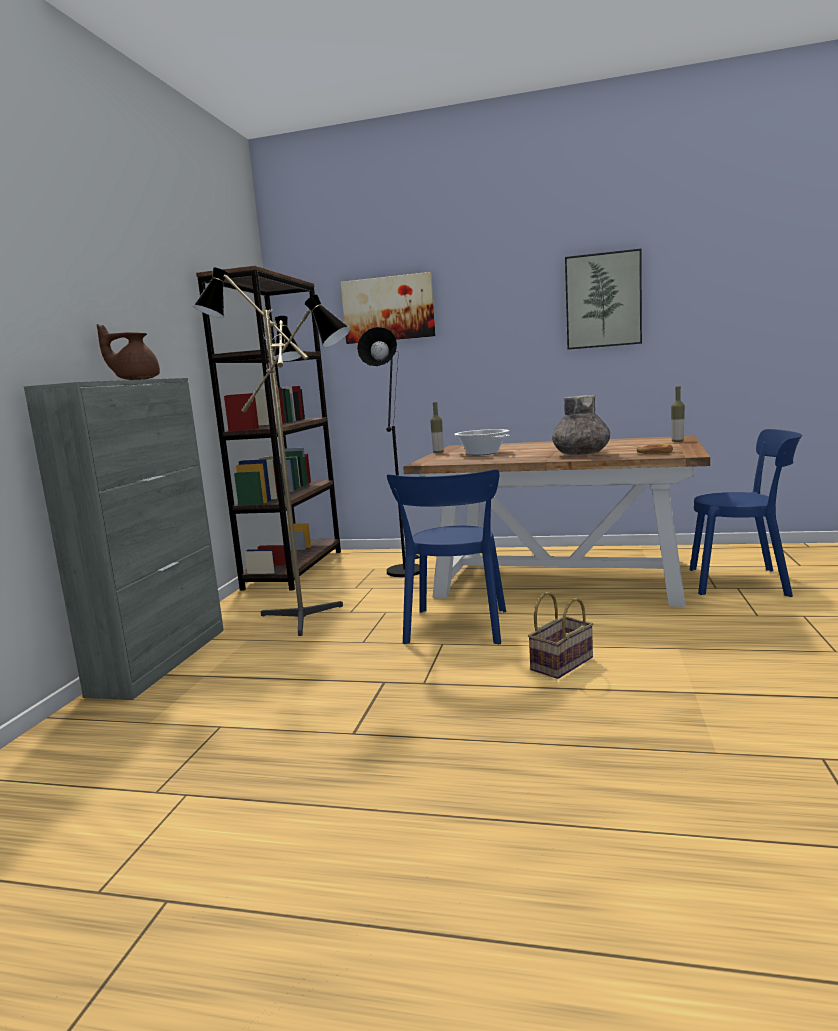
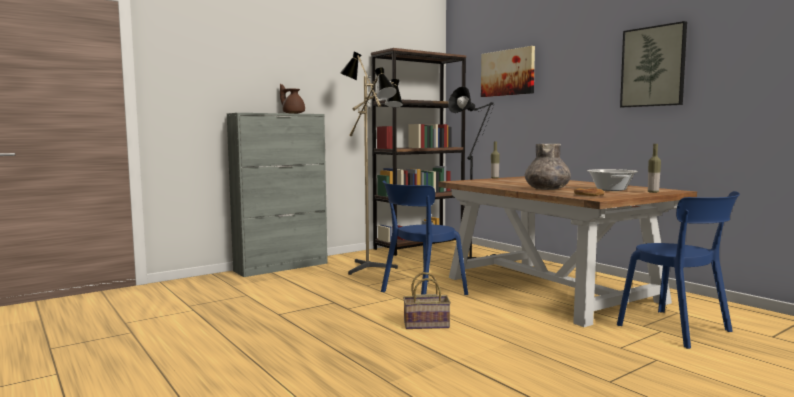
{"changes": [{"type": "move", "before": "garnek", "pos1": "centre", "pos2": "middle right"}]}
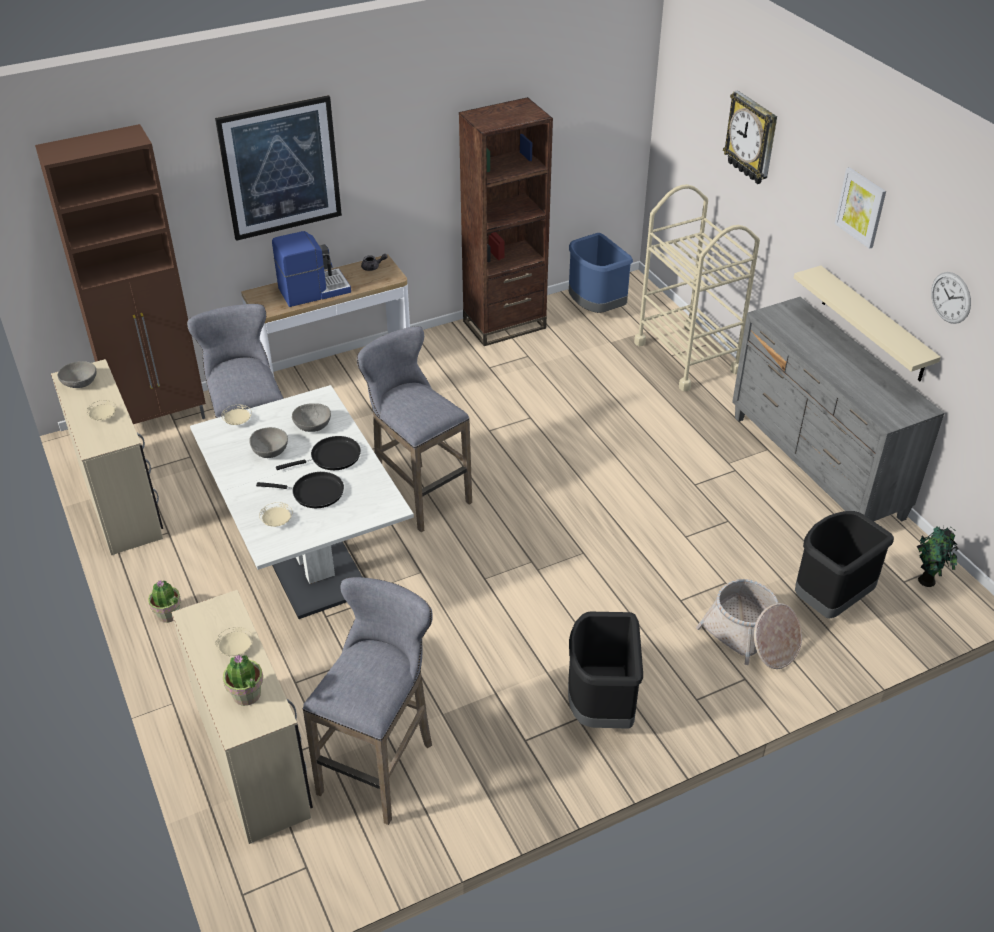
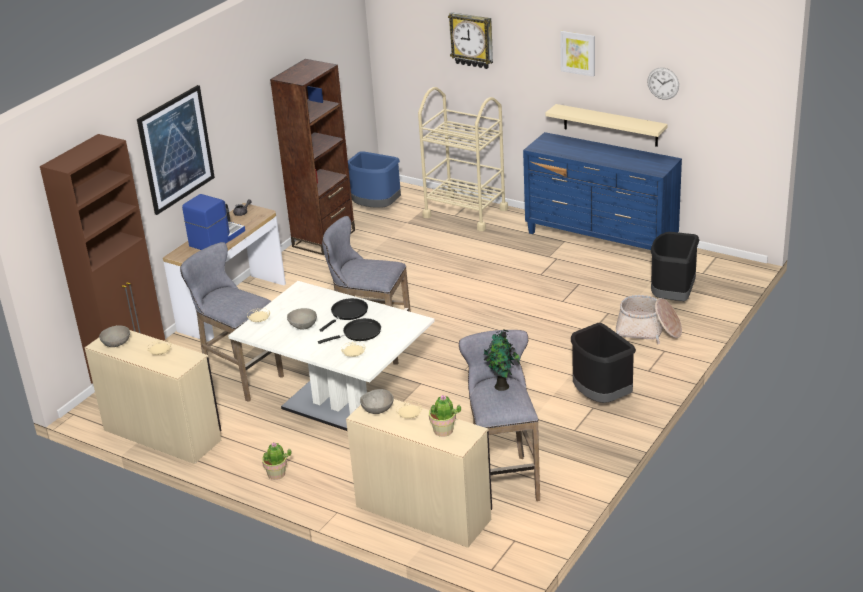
{"changes": [{"type": "move", "before": "miska (szary) (3rd from left)", "pos1": "middle left", "pos2": "bottom centre"}, {"type": "recolor", "before": "komoda (szary)", "after": "komoda (niebieski)", "pos1": "middle right", "pos2": "top right"}, {"type": "move", "before": "roślina doniczkowa (3rd from left)", "pos1": "middle right", "pos2": "centre"}]}
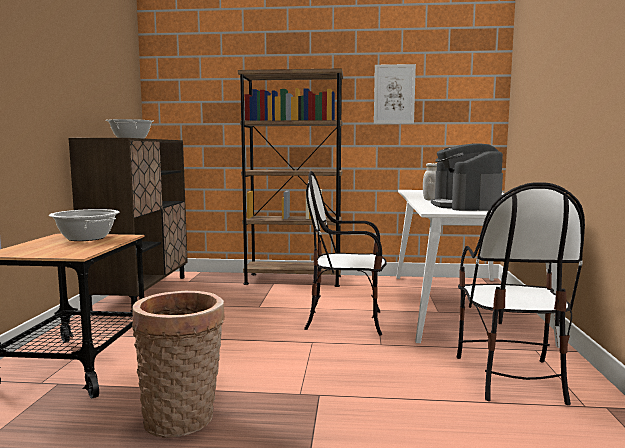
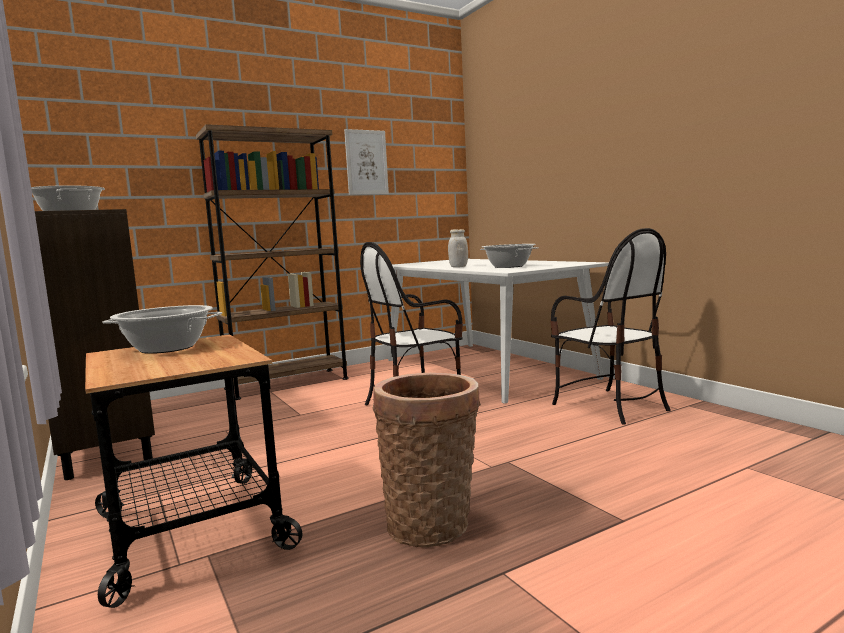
{"changes": [{"type": "replace", "before": "ekspres do kawy", "after": "garnek (3rd from left)", "pos1": "middle right", "pos2": "centre"}]}
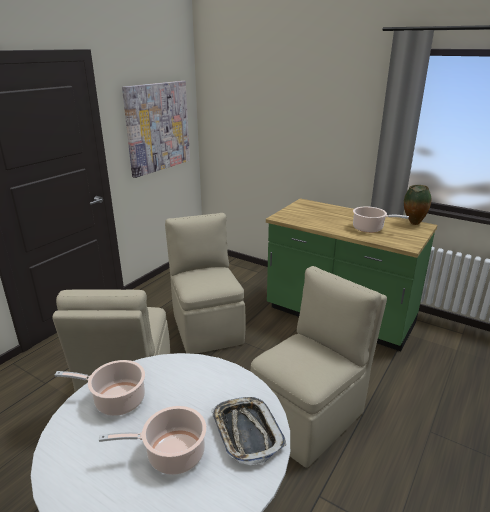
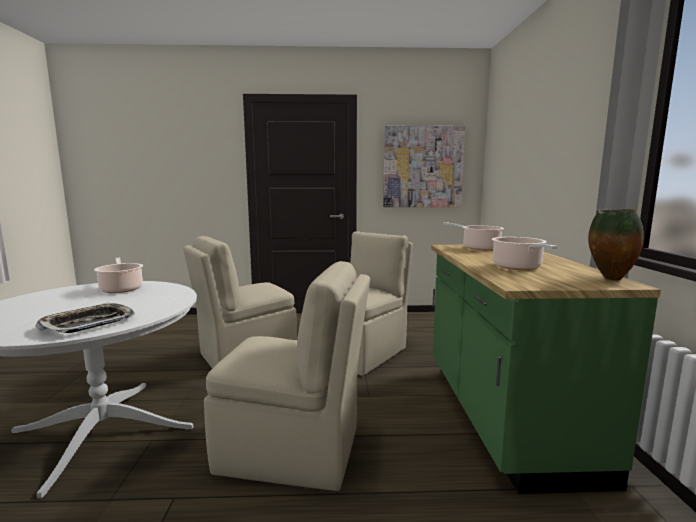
{"changes": [{"type": "move", "before": "garnek (2nd from left)", "pos1": "bottom left", "pos2": "middle right"}]}
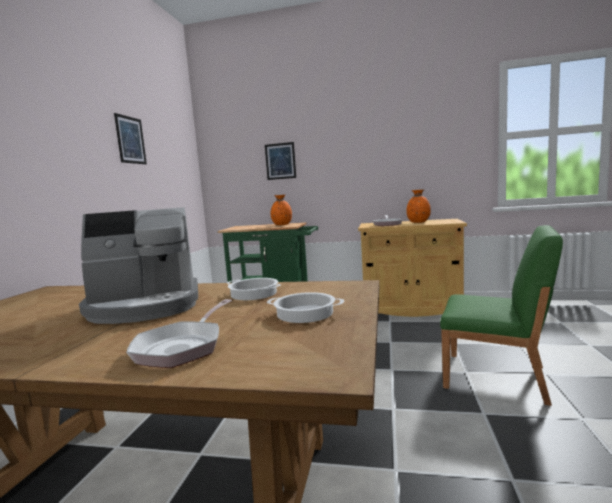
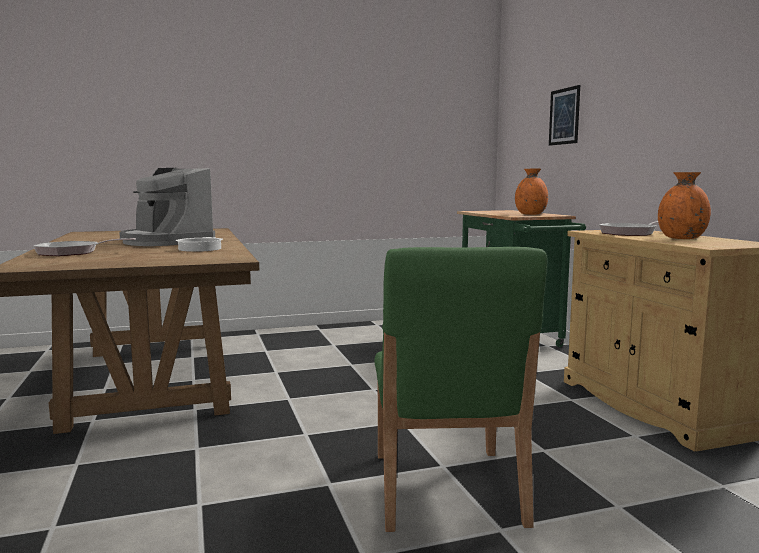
{"changes": [{"type": "delete", "before": "obraz (1st from left)", "pos1": "top left"}, {"type": "delete", "before": "garnek (2nd from left)", "pos1": "centre"}]}
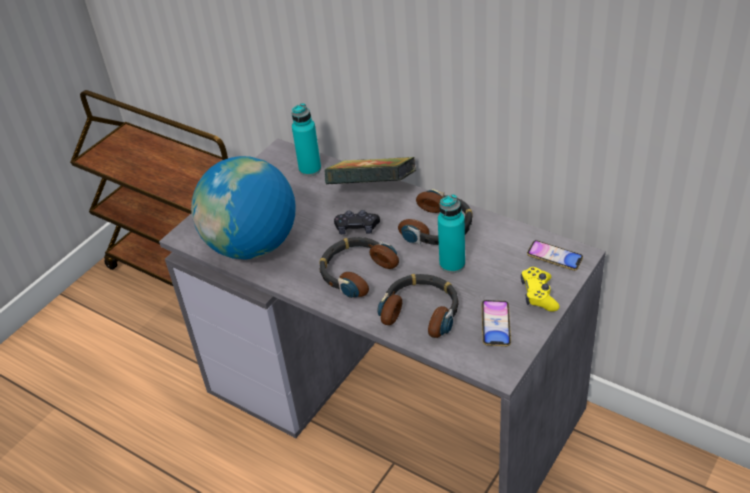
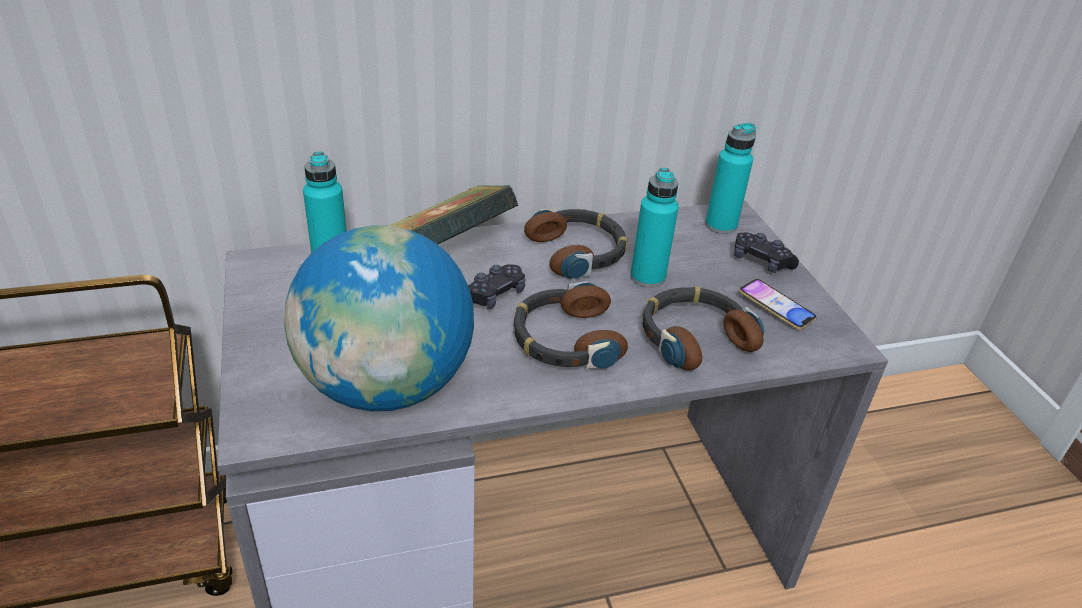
{"changes": [{"type": "recolor", "before": "pad do gier (żółty)", "after": "pad do gier (czarny) (2nd from left)", "pos1": "middle right", "pos2": "middle right"}, {"type": "replace", "before": "telefon (2nd from left)", "after": "butelka (turkusowy) (3rd from left)", "pos1": "middle right", "pos2": "top right"}]}
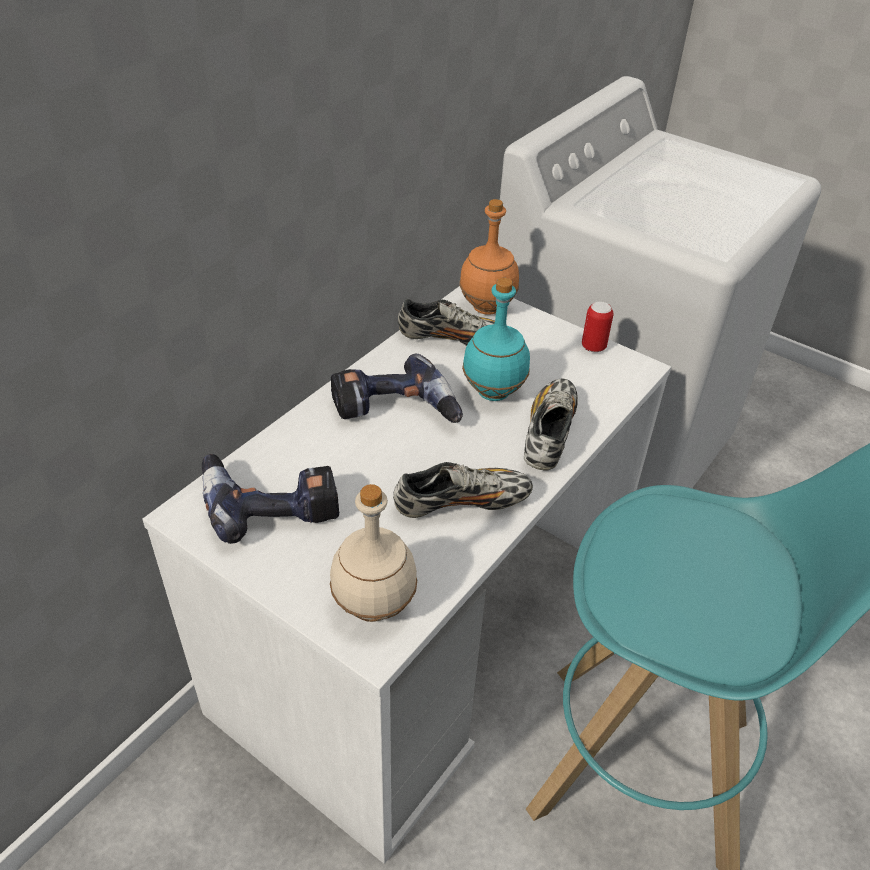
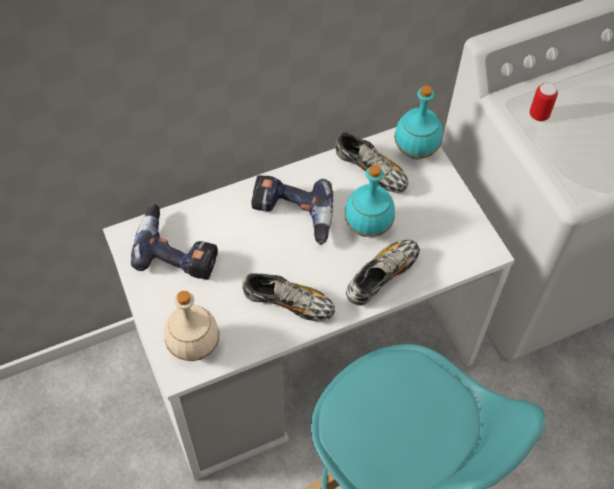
{"changes": [{"type": "recolor", "before": "butelka (pomarańczowy)", "after": "butelka (turkusowy) (2nd from left)", "pos1": "top centre", "pos2": "top right"}, {"type": "move", "before": "puszka", "pos1": "middle right", "pos2": "top right"}]}
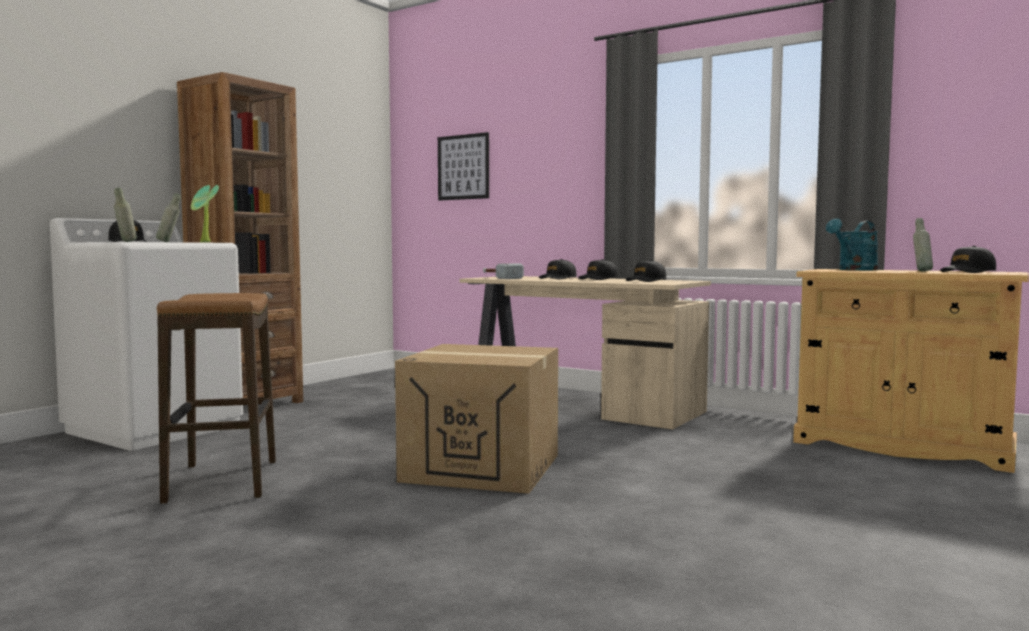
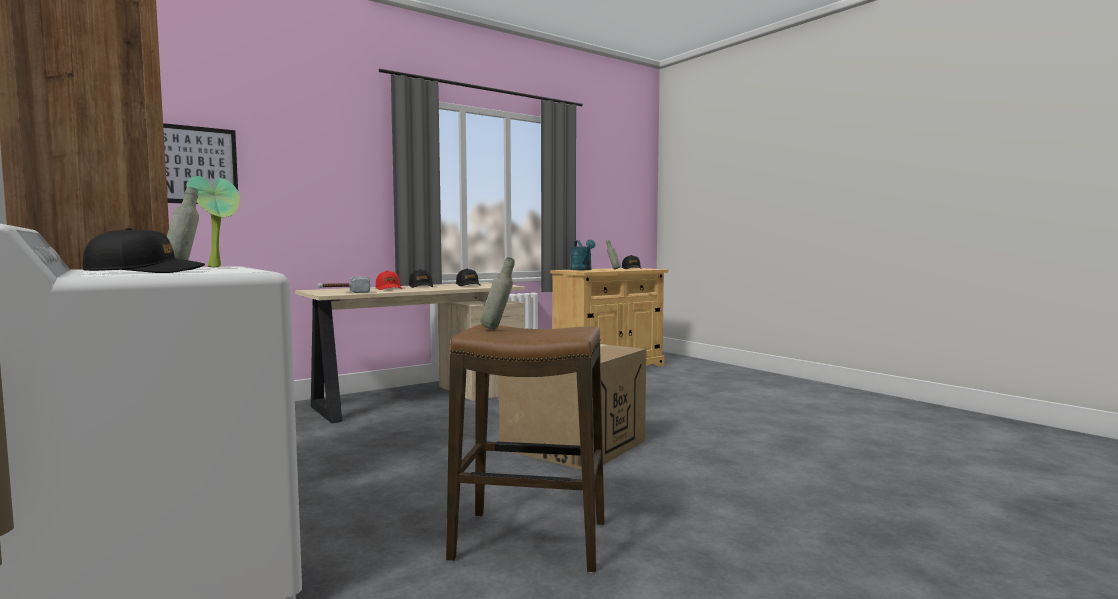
{"changes": [{"type": "move", "before": "butelka (szary) (1st from left in the first image)", "after": "butelka (szary) (2nd from left)", "pos1": "middle left", "pos2": "centre"}, {"type": "recolor", "before": "czapka z daszkiem (czarny) (2nd from left)", "after": "czapka z daszkiem (czerwony)", "pos1": "centre", "pos2": "centre"}]}
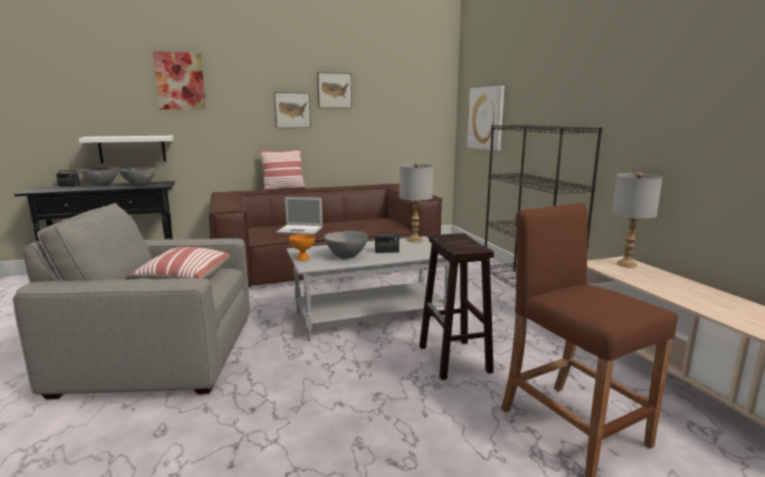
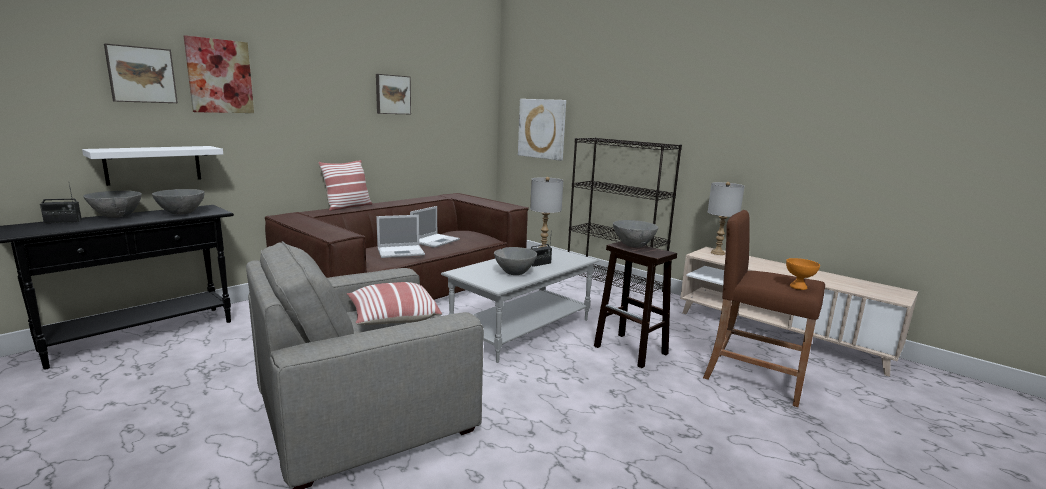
{"changes": [{"type": "move", "before": "obraz (2nd from left in the first image)", "after": "obraz (1st from left)", "pos1": "top centre", "pos2": "top left"}, {"type": "move", "before": "miska (pomarańczowy)", "pos1": "centre", "pos2": "middle right"}, {"type": "insert", "after": "laptop (2nd from left)", "pos2": "centre"}, {"type": "insert", "after": "miska (szary) (4th from left)", "pos2": "centre"}]}
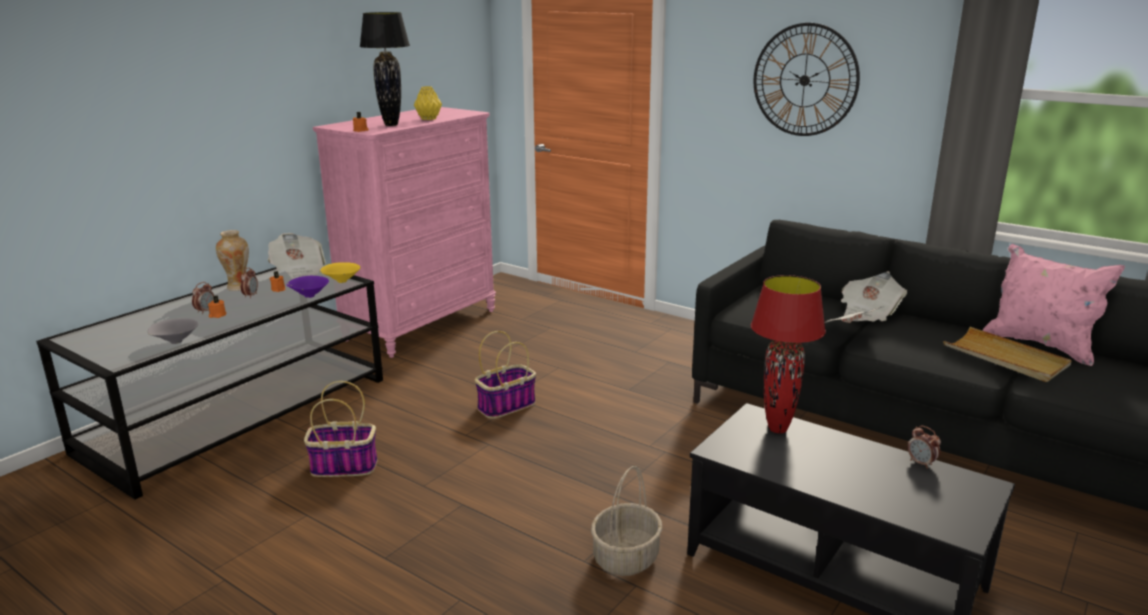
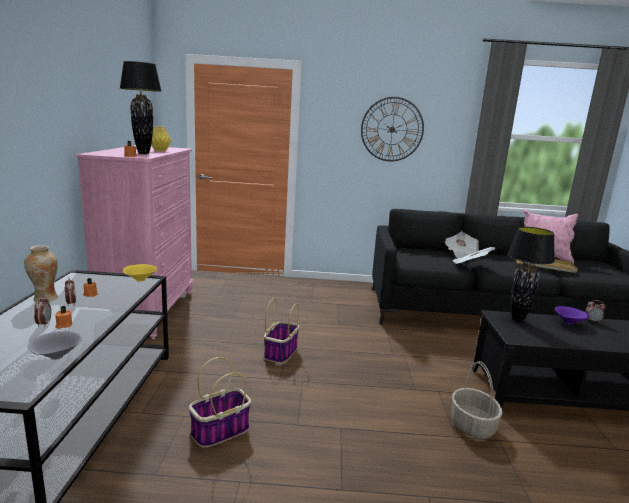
{"changes": [{"type": "delete", "before": "gazeta (1st from left)", "pos1": "middle left"}, {"type": "move", "before": "miska (fioletowy)", "pos1": "middle left", "pos2": "middle right"}, {"type": "recolor", "before": "lampa stołowa (czerwony)", "after": "lampa stołowa (czarny) (2nd from left)", "pos1": "middle right", "pos2": "middle right"}]}
